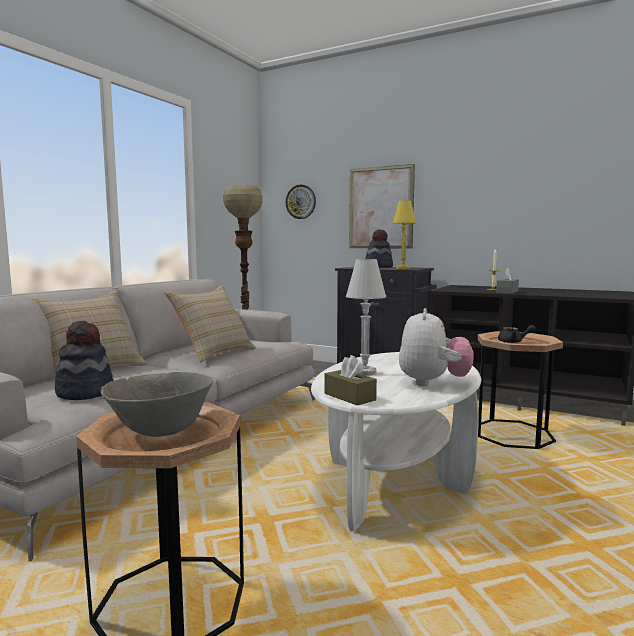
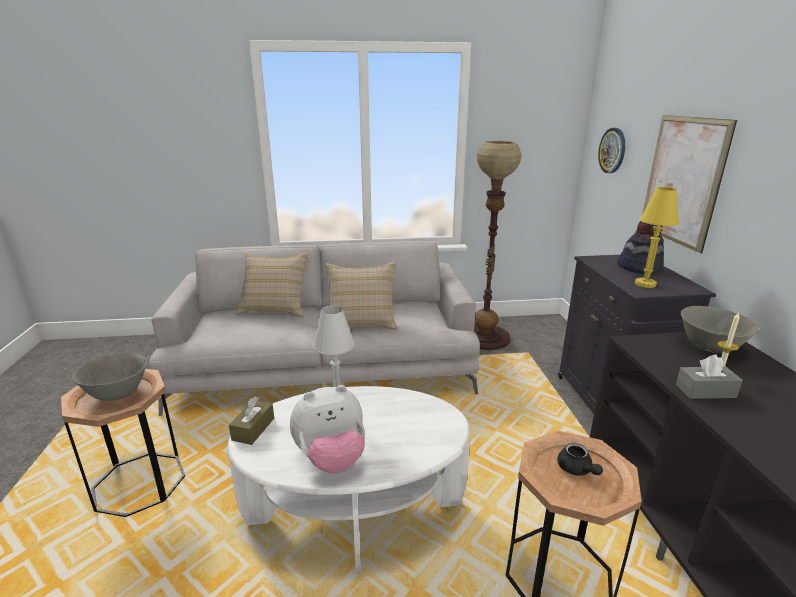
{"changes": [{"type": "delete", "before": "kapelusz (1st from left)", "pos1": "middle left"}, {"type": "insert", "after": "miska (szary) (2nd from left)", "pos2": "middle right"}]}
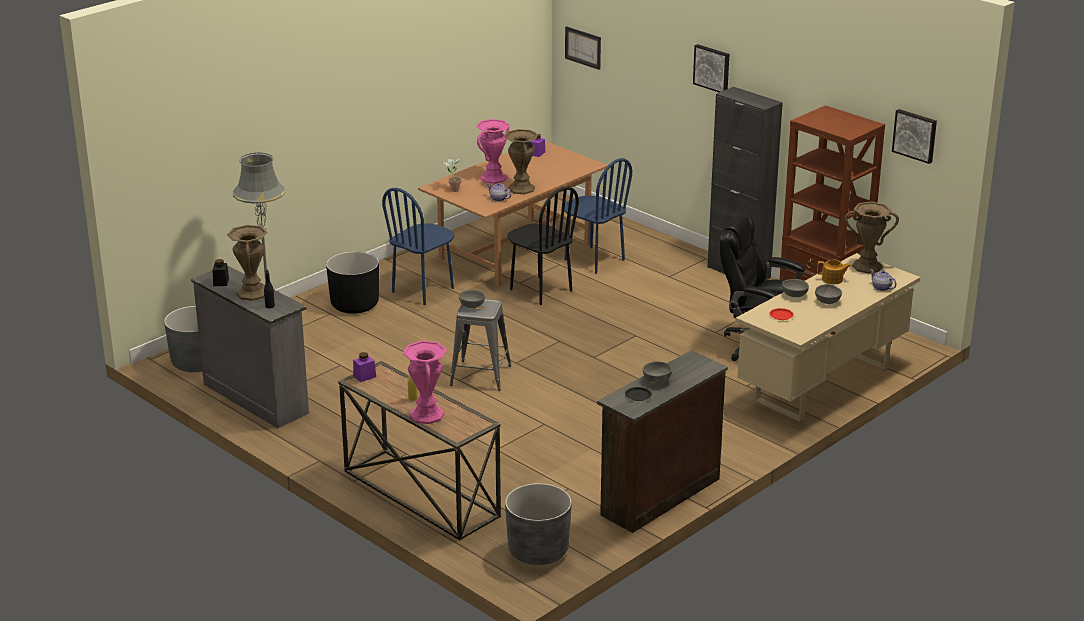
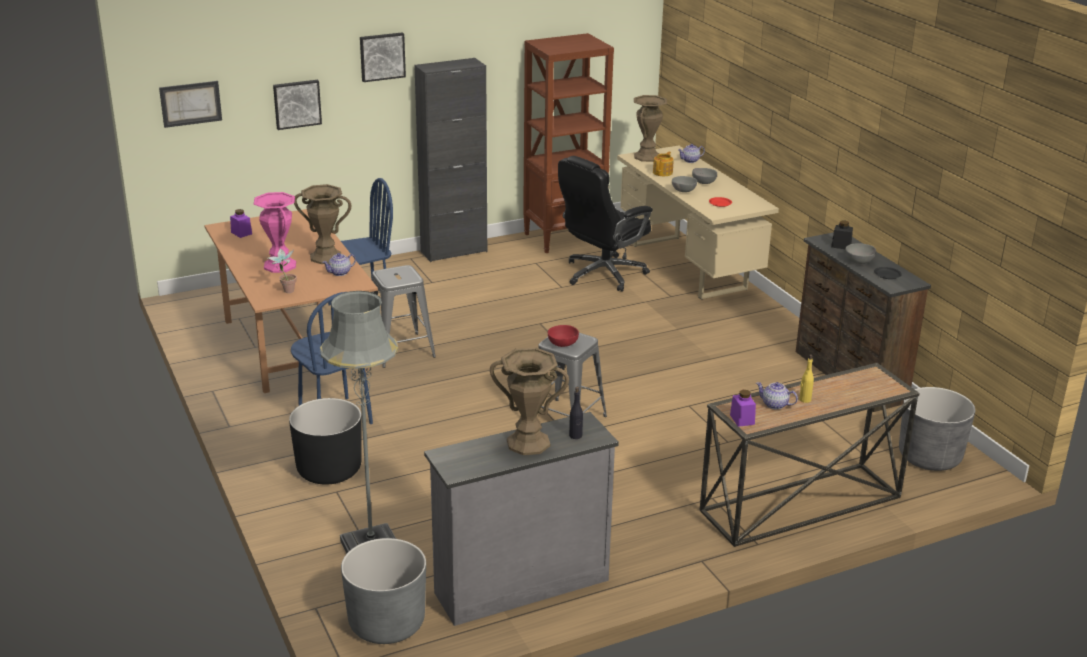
{"changes": [{"type": "move", "before": "słoik (czarny)", "pos1": "middle left", "pos2": "middle right"}, {"type": "delete", "before": "wazon (różowy) (1st from left)", "pos1": "centre"}, {"type": "recolor", "before": "miska (szary) (1st from left)", "after": "miska (czerwony)", "pos1": "centre", "pos2": "centre"}, {"type": "replace", "before": "krzesło (czarny)", "after": "stołek (szary) (1st from left)", "pos1": "centre", "pos2": "centre"}, {"type": "move", "before": "obraz (3rd from left in the first image)", "after": "obraz (2nd from left)", "pos1": "top right", "pos2": "top left"}, {"type": "insert", "after": "imbryk (4th from left)", "pos2": "middle right"}]}
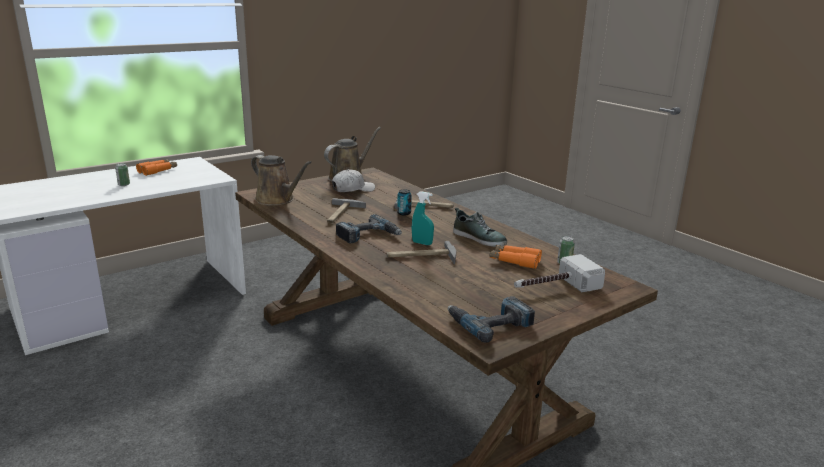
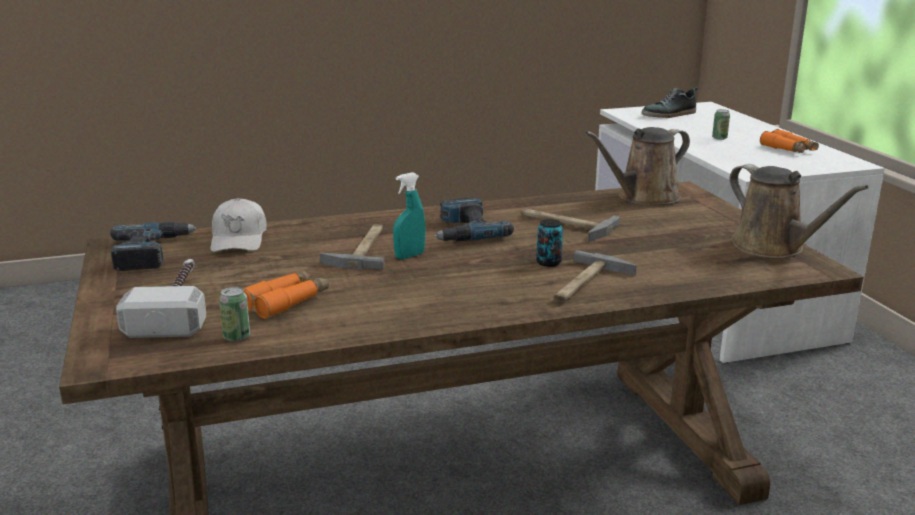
{"changes": [{"type": "move", "before": "czapka z daszkiem (biały)", "pos1": "centre", "pos2": "middle left"}, {"type": "move", "before": "but", "pos1": "centre", "pos2": "top right"}]}
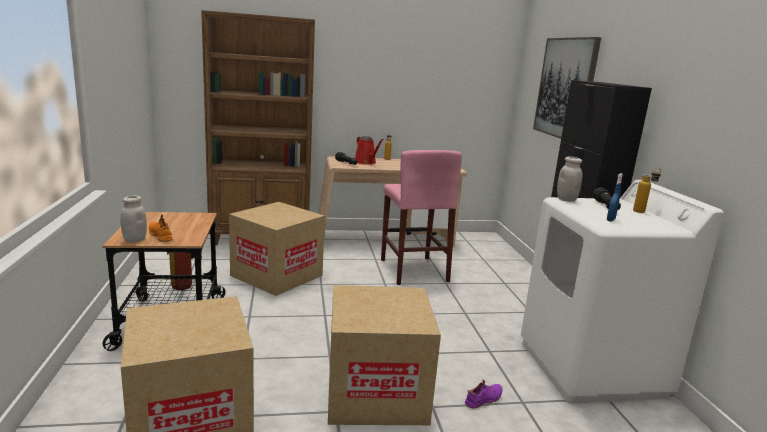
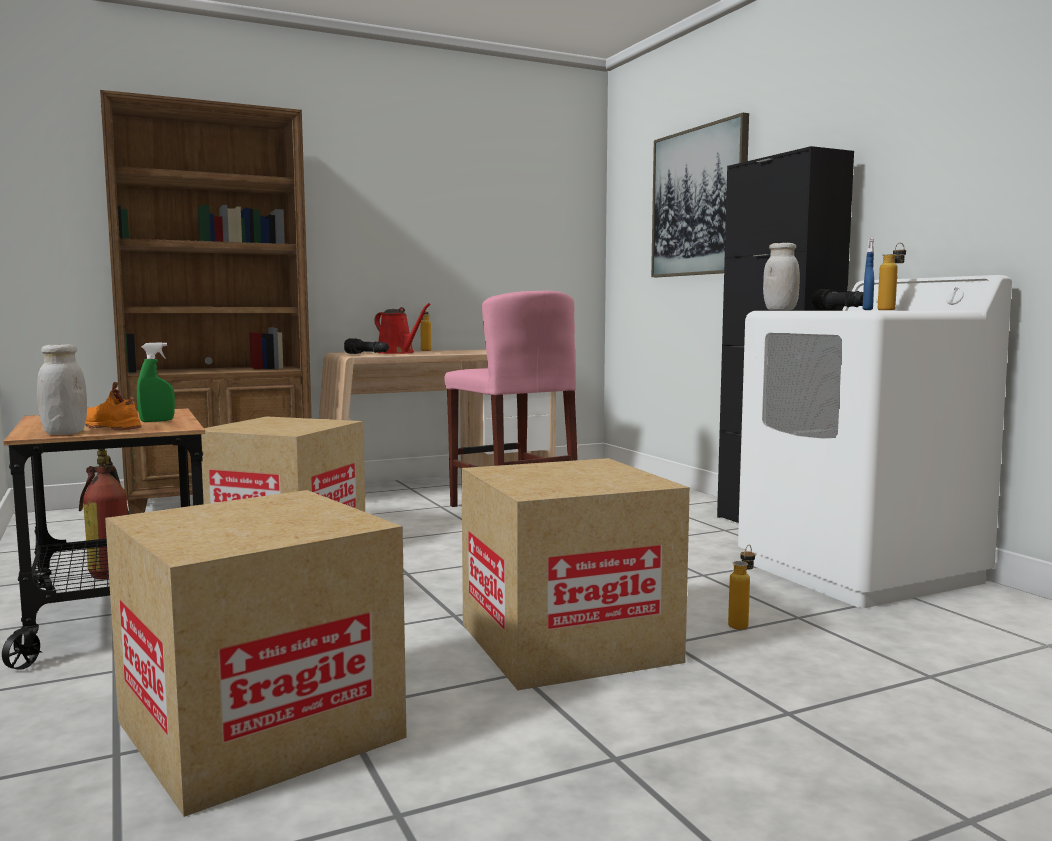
{"changes": [{"type": "replace", "before": "but (fioletowy)", "after": "butelka (2nd from left)", "pos1": "bottom centre", "pos2": "bottom right"}, {"type": "insert", "after": "spryskiwacz (zielony)", "pos2": "middle left"}]}
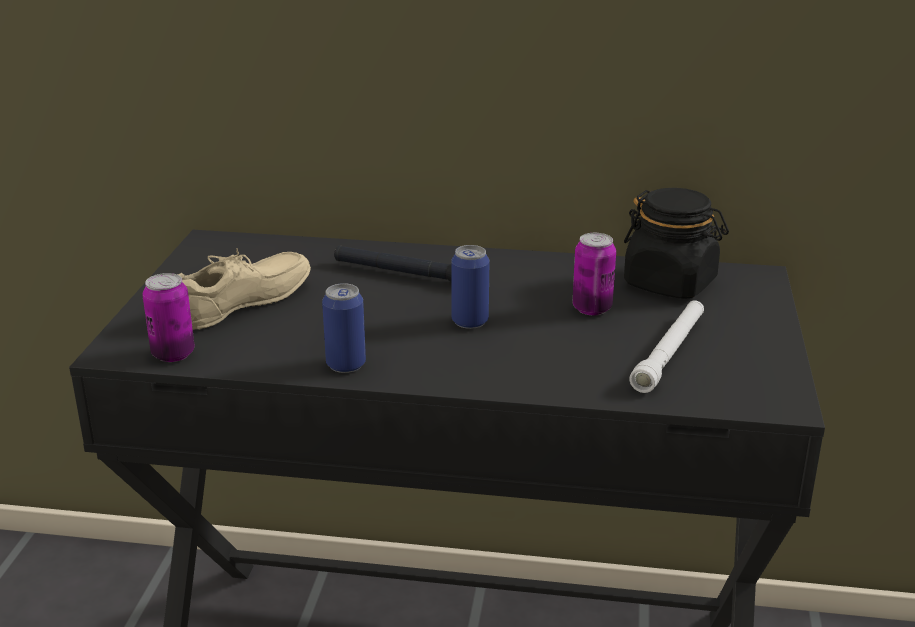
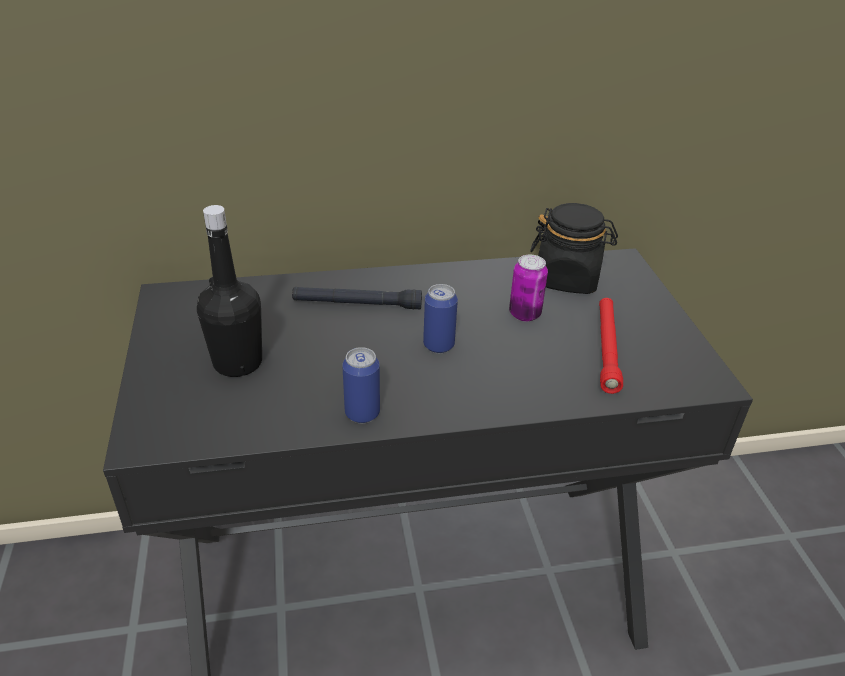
{"changes": [{"type": "delete", "before": "puszka (1st from left)", "pos1": "middle left"}, {"type": "replace", "before": "but (beżowy)", "after": "butelka (czarny)", "pos1": "middle left", "pos2": "middle left"}, {"type": "recolor", "before": "latarka (biały)", "after": "latarka (czerwony)", "pos1": "middle right", "pos2": "middle right"}]}
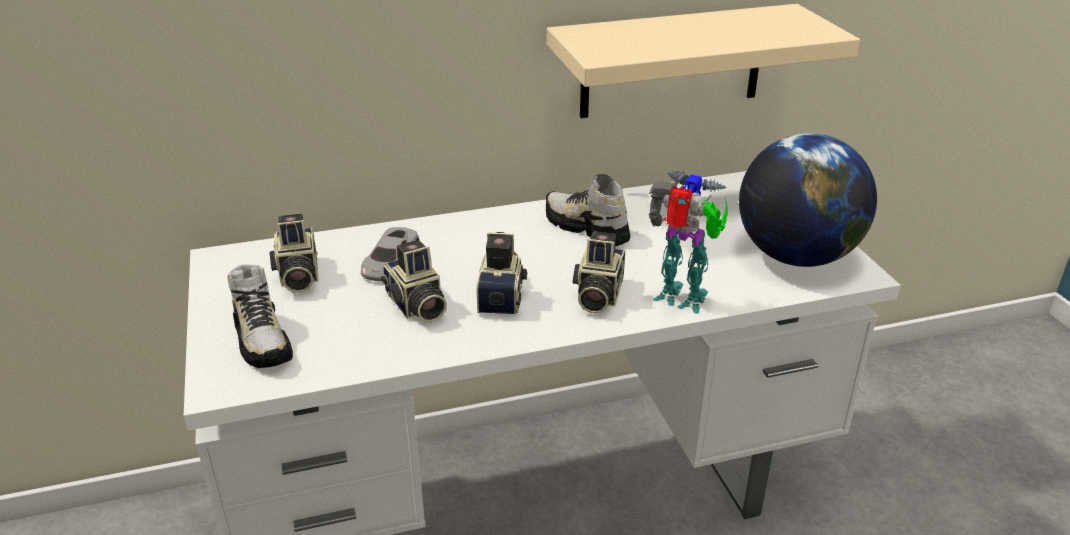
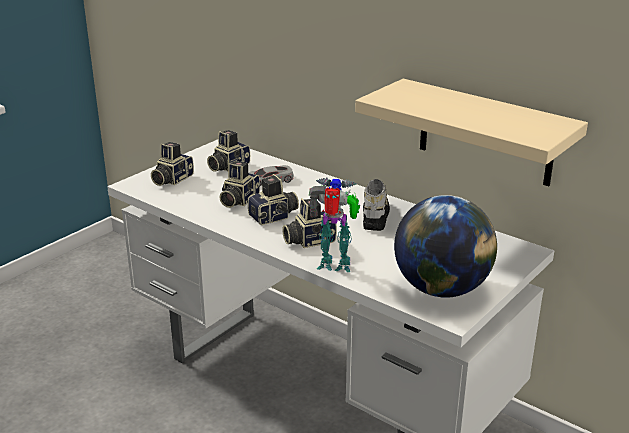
{"changes": [{"type": "replace", "before": "but (1st from left)", "after": "aparat fotograficzny (1st from left)", "pos1": "middle left", "pos2": "middle left"}, {"type": "rotate", "before": "robot zabawkowy", "pos1": "centre", "pos2": "centre", "turn": -75}]}
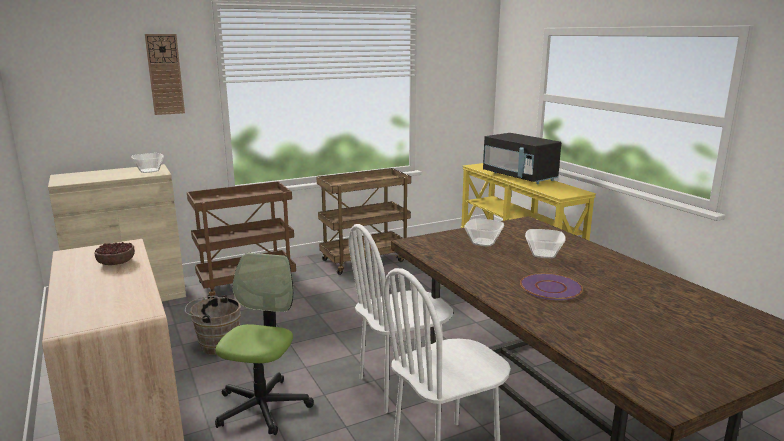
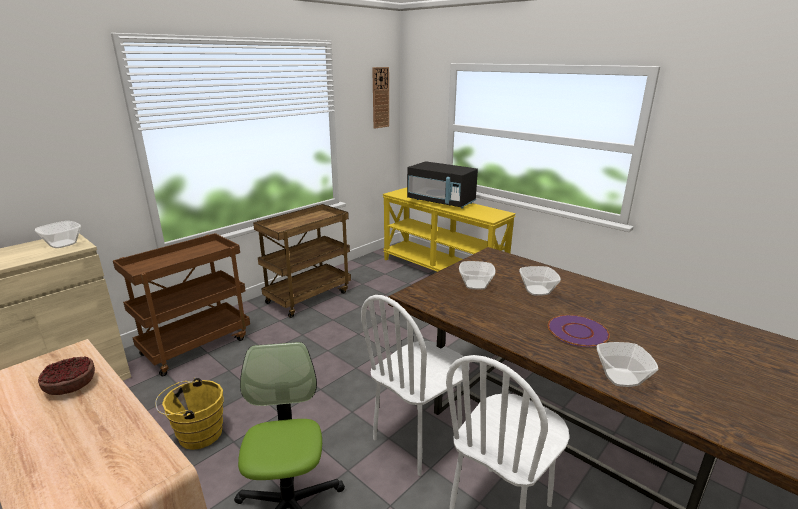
{"changes": [{"type": "move", "before": "zegar ścienny", "pos1": "top left", "pos2": "top centre"}, {"type": "recolor", "before": "wiadro (brązowy)", "after": "wiadro (żółty)", "pos1": "bottom left", "pos2": "bottom left"}, {"type": "insert", "after": "miska (5th from left)", "pos2": "bottom right"}]}
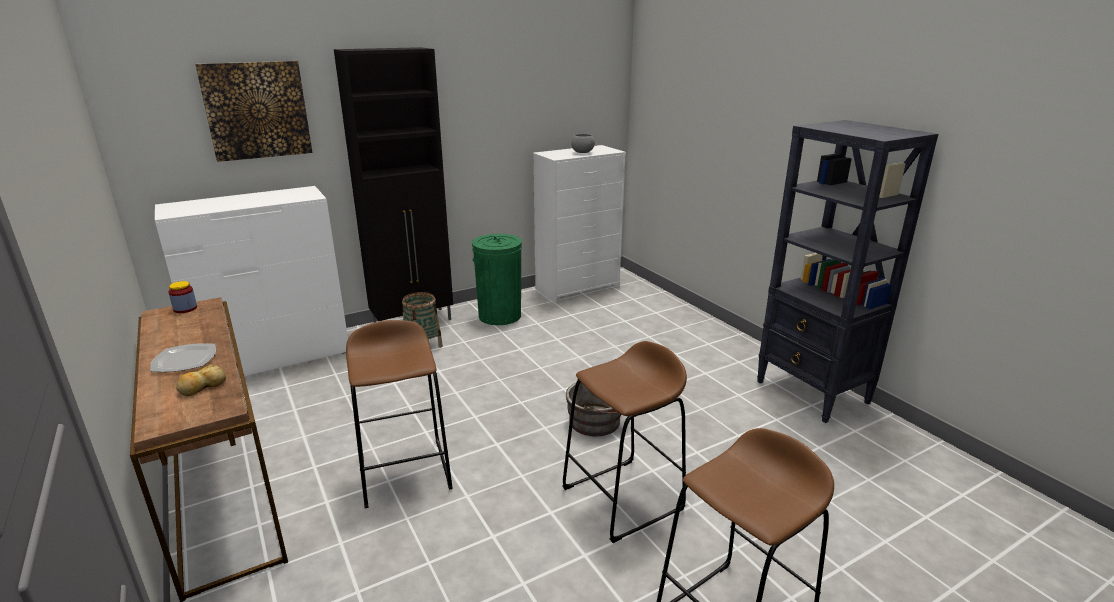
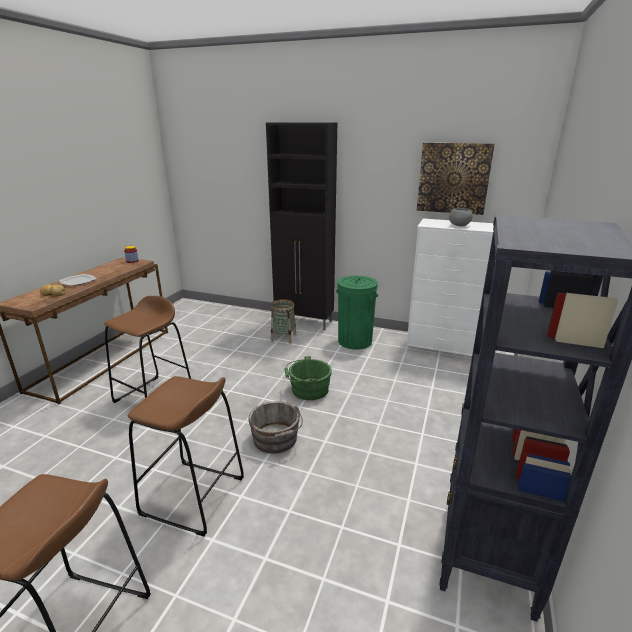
{"changes": [{"type": "delete", "before": "komoda (biały) (1st from left)", "pos1": "middle left"}, {"type": "move", "before": "obraz", "pos1": "top left", "pos2": "top right"}, {"type": "insert", "after": "wiadro (zielony)", "pos2": "centre"}]}
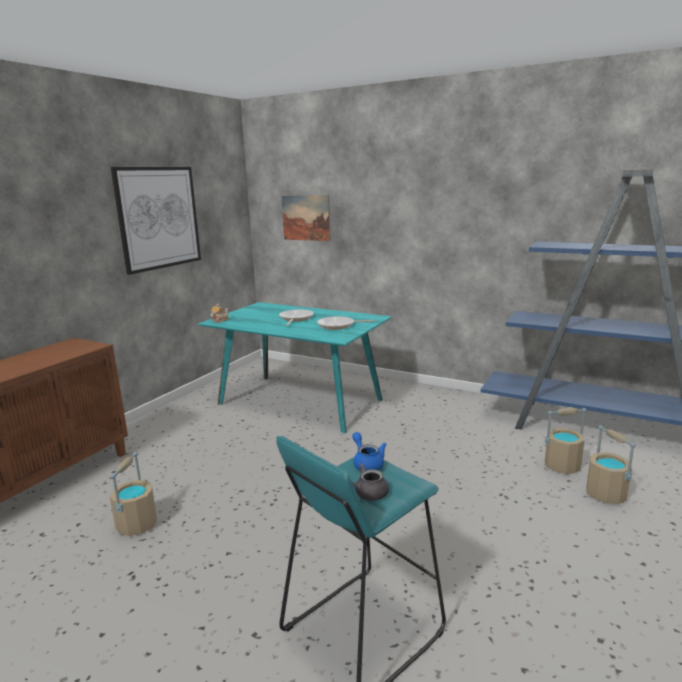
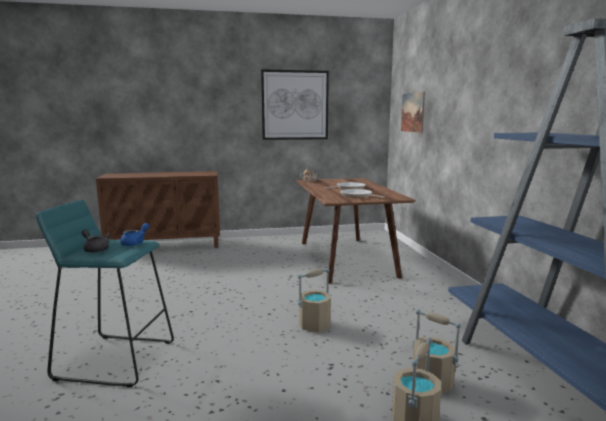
{"changes": [{"type": "move", "before": "wiadro (beżowy) (1st from left)", "pos1": "bottom left", "pos2": "bottom centre"}, {"type": "recolor", "before": "stół jadalny (turkusowy)", "after": "stół jadalny (brązowy)", "pos1": "centre", "pos2": "centre"}]}
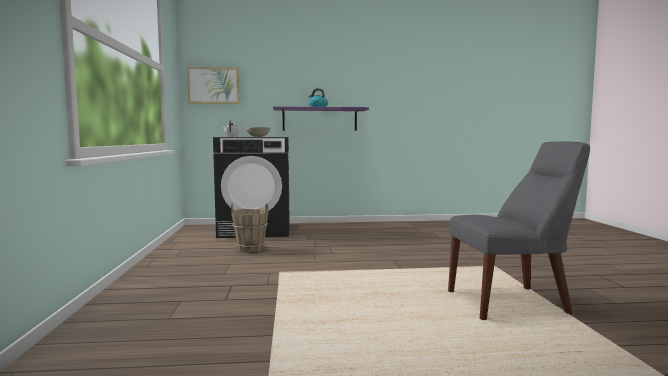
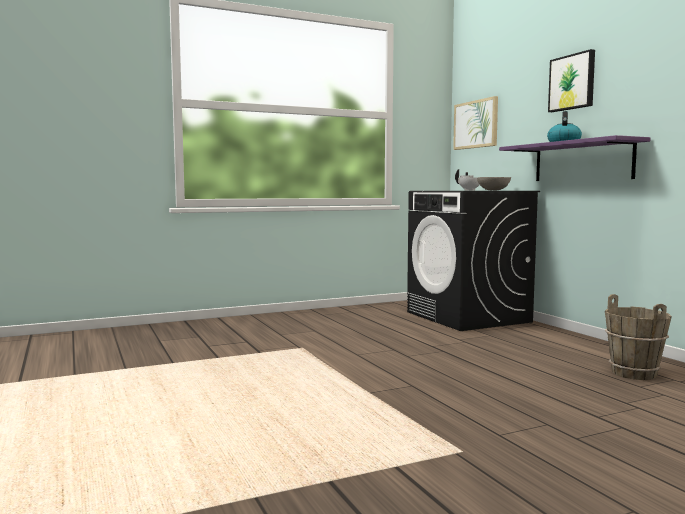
{"changes": [{"type": "move", "before": "wiadro (brązowy)", "pos1": "centre", "pos2": "middle right"}, {"type": "delete", "before": "krzesło (szary)", "pos1": "middle right"}, {"type": "insert", "after": "obraz (2nd from left)", "pos2": "top right"}]}
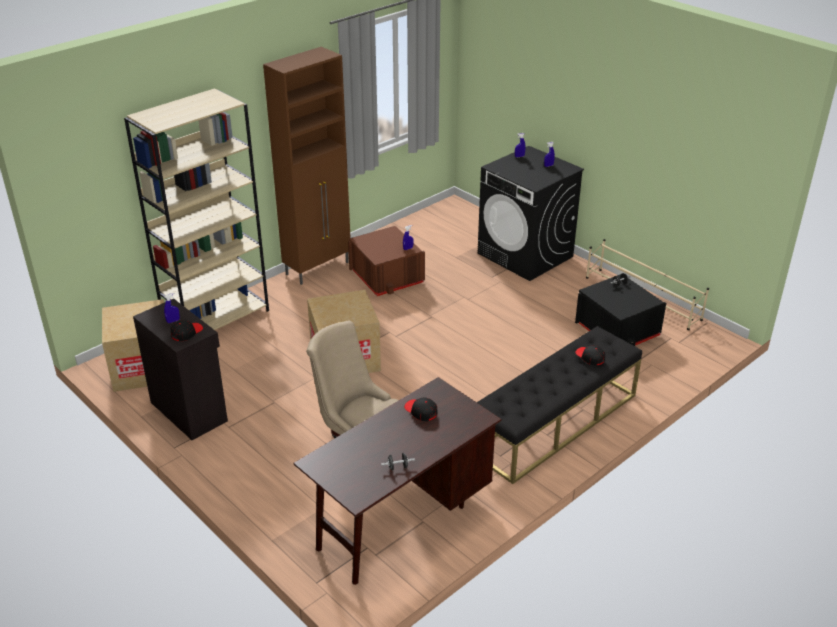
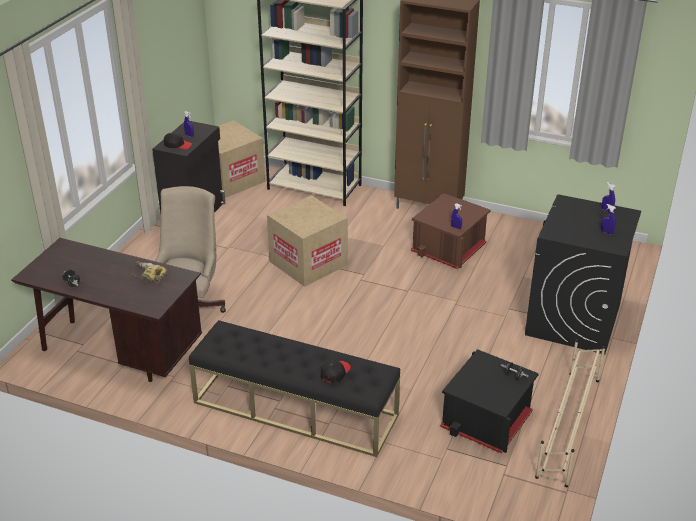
{"changes": [{"type": "replace", "before": "czapka z daszkiem (czarny) (2nd from left)", "after": "wiertarka", "pos1": "centre", "pos2": "middle left"}]}
